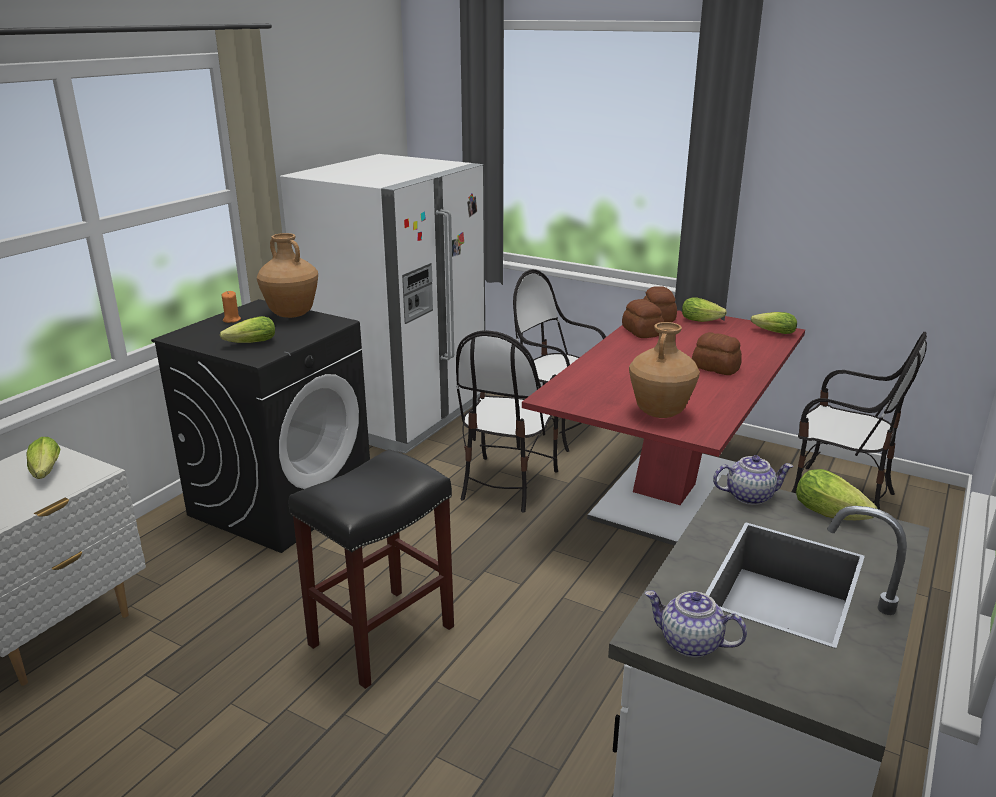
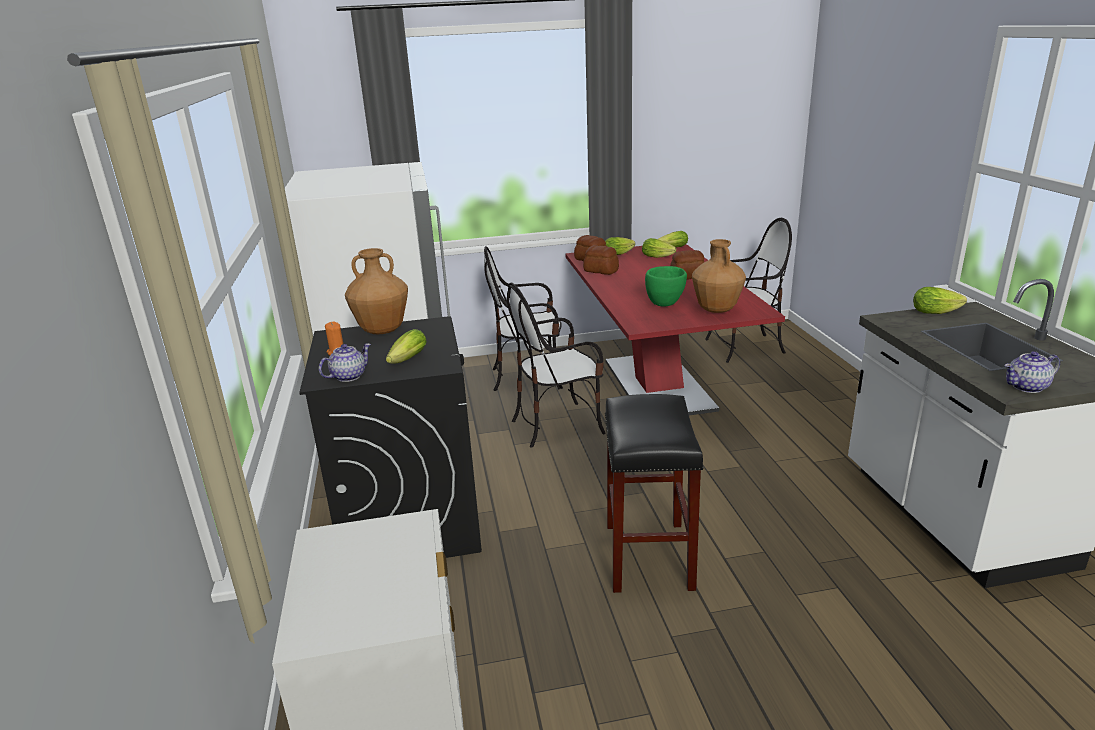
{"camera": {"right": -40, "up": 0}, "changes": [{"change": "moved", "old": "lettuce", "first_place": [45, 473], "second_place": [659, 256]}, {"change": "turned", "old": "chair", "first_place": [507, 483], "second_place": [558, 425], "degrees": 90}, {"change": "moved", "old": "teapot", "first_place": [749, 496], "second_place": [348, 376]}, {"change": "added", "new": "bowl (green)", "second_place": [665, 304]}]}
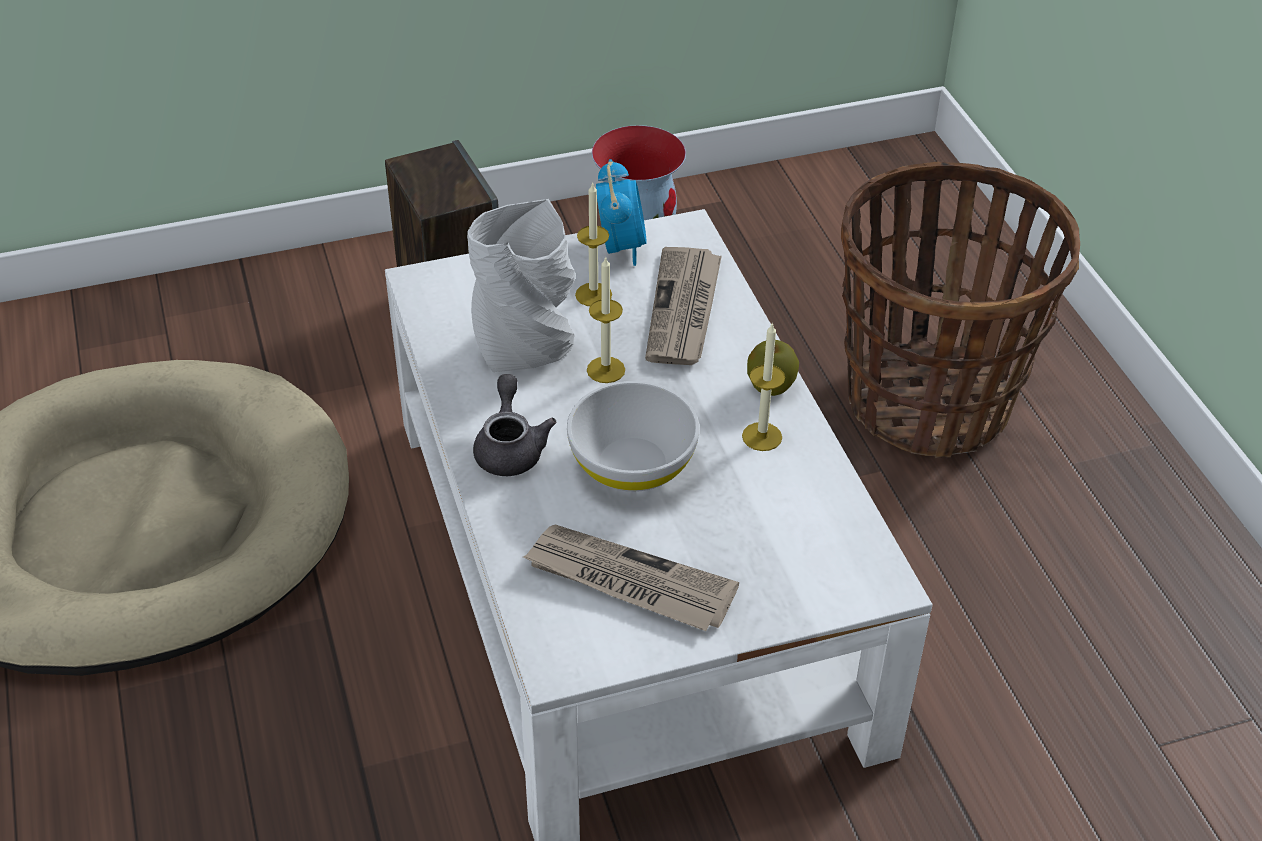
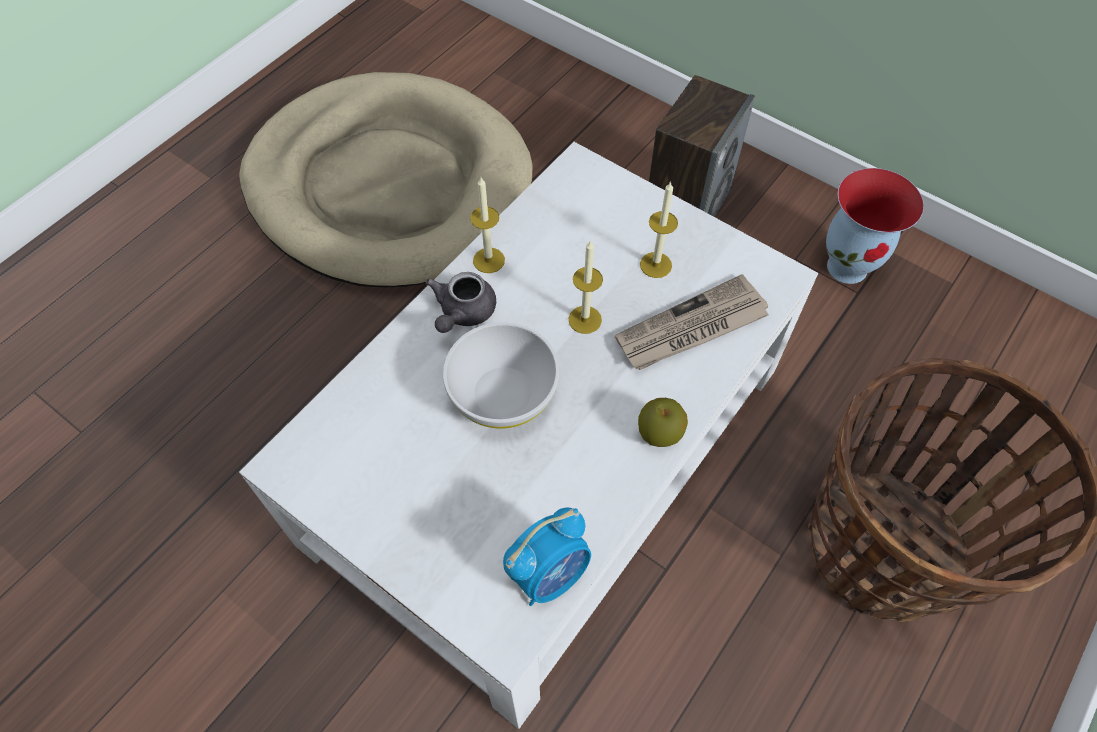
{"camera": {"right": 55, "up": 15}, "changes": [{"change": "removed", "old": "vase (grey)", "first_place": [527, 347]}, {"change": "turned", "old": "teapot (grey)", "first_place": [510, 447], "second_place": [463, 313], "degrees": 150}, {"change": "removed", "old": "newspaper", "first_place": [628, 582]}, {"change": "moved", "old": "alarm clock", "first_place": [621, 246], "second_place": [549, 573]}, {"change": "moved", "old": "candle", "first_place": [762, 436], "second_place": [488, 260]}]}
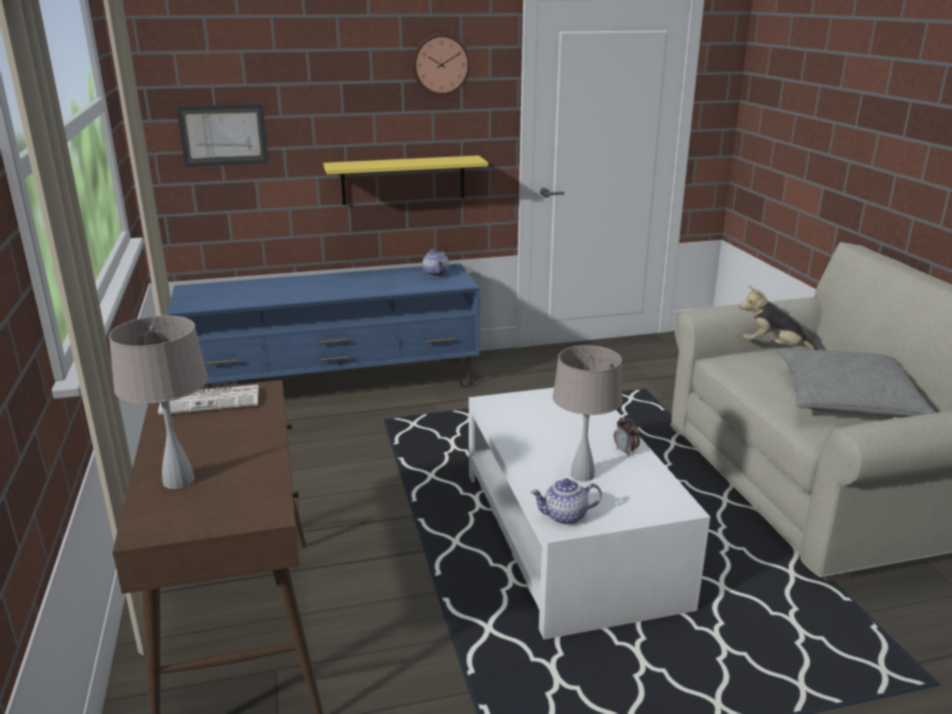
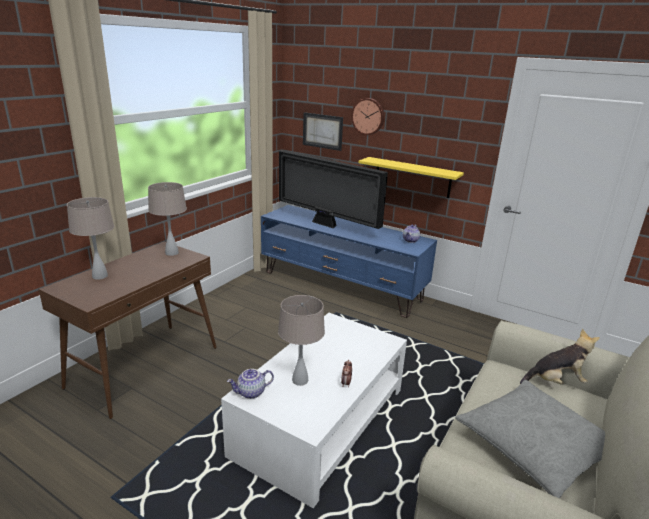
{"camera": {"right": 45, "up": 0}, "changes": [{"change": "replaced", "old": "newspaper", "new": "table lamp (beige)", "first_place": [212, 400], "second_place": [172, 253]}, {"change": "moved", "old": "wall clock", "first_place": [440, 64], "second_place": [368, 116]}, {"change": "turned", "old": "teapot", "first_place": [565, 517], "second_place": [251, 393], "degrees": -60}, {"change": "turned", "old": "plush toy", "first_place": [774, 348], "second_place": [555, 381], "degrees": 105}, {"change": "added", "new": "television", "second_place": [326, 224]}]}
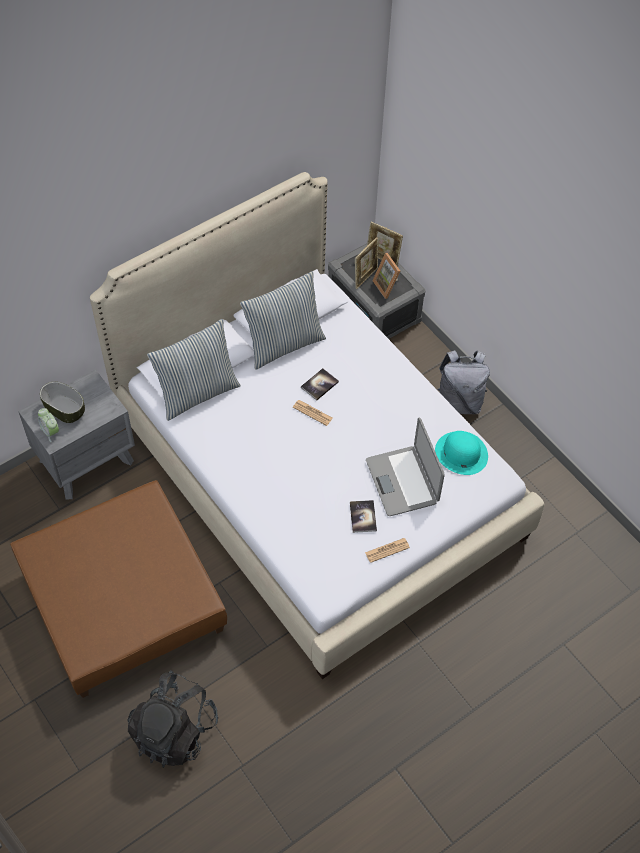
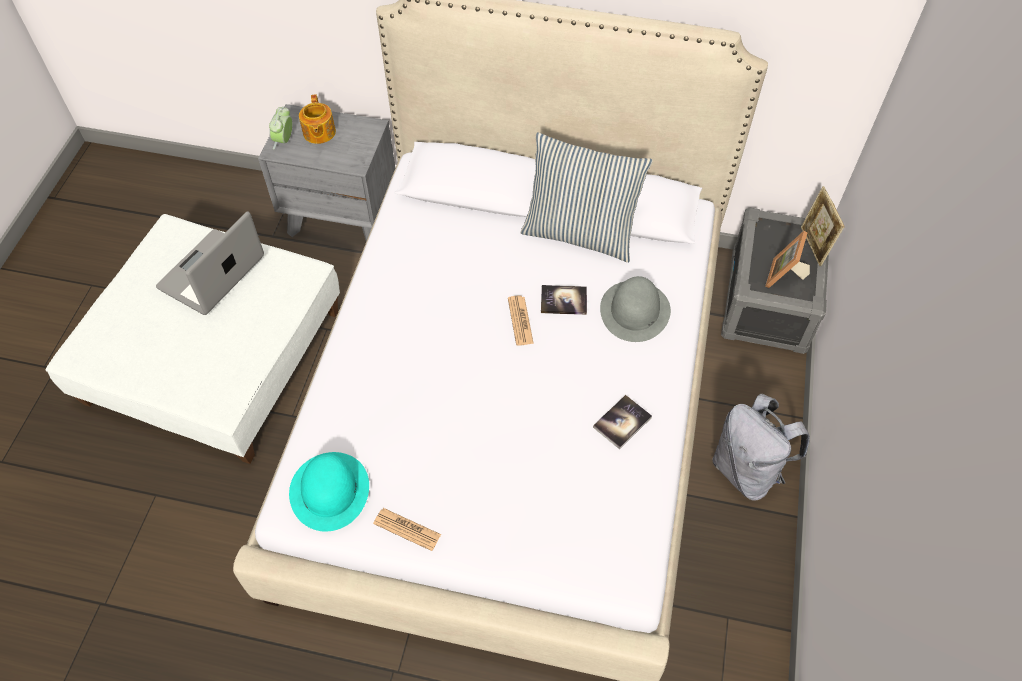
{"camera": {"right": 50, "up": 0}, "changes": [{"change": "recoloured", "old": "ottoman (brown)", "new": "ottoman (white)", "first_place": [122, 601], "second_place": [214, 355]}, {"change": "replaced", "old": "bowl", "new": "teapot", "first_place": [65, 410], "second_place": [318, 133]}, {"change": "removed", "old": "backpack (black)", "first_place": [174, 731]}, {"change": "removed", "old": "pillow", "first_place": [197, 393]}, {"change": "moved", "old": "book", "first_place": [363, 517], "second_place": [622, 422]}, {"change": "removed", "old": "picture frame", "first_place": [365, 277]}, {"change": "moved", "old": "laptop", "first_place": [402, 481], "second_place": [212, 273]}, {"change": "moved", "old": "hat (turquoise)", "first_place": [461, 453], "second_place": [329, 490]}, {"change": "added", "new": "hat (grey)", "second_place": [635, 311]}]}
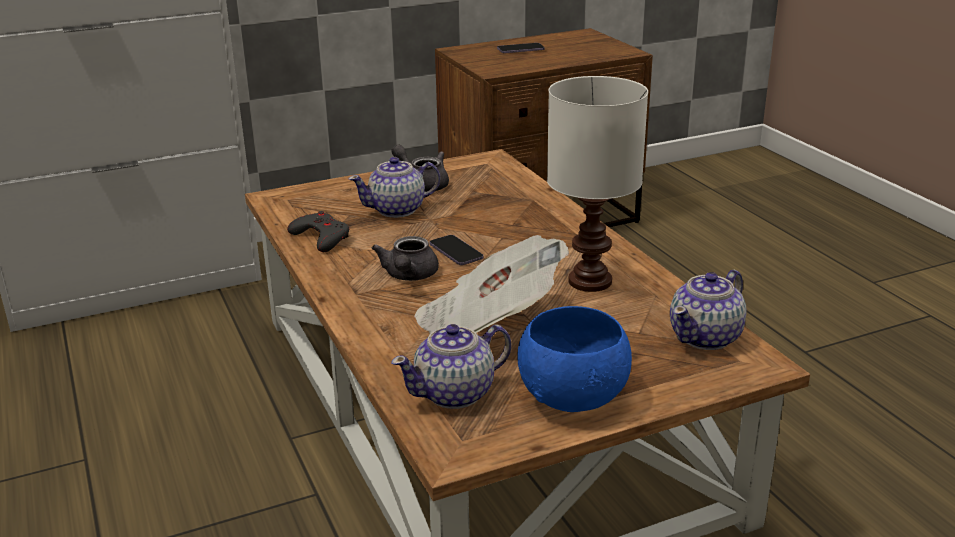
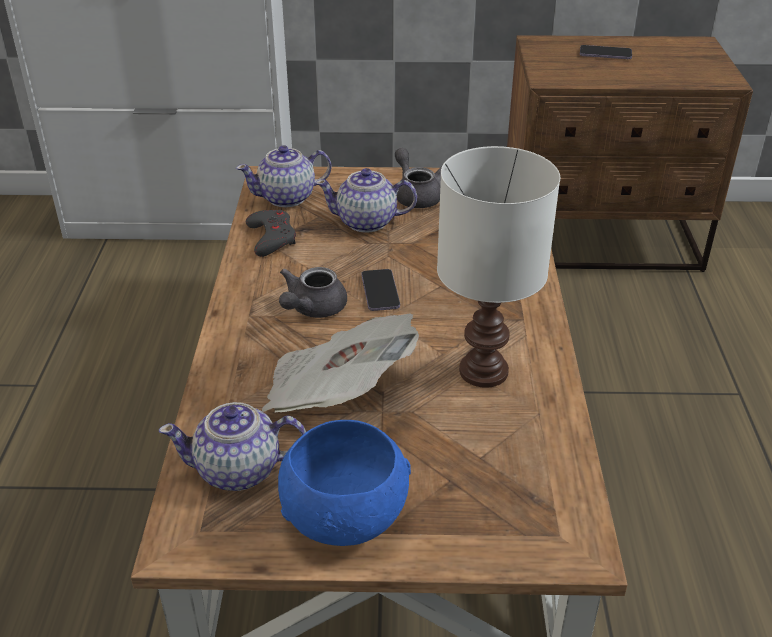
{"camera": {"right": 25, "up": 10}, "changes": [{"change": "moved", "old": "teapot", "first_place": [706, 337], "second_place": [287, 198]}]}
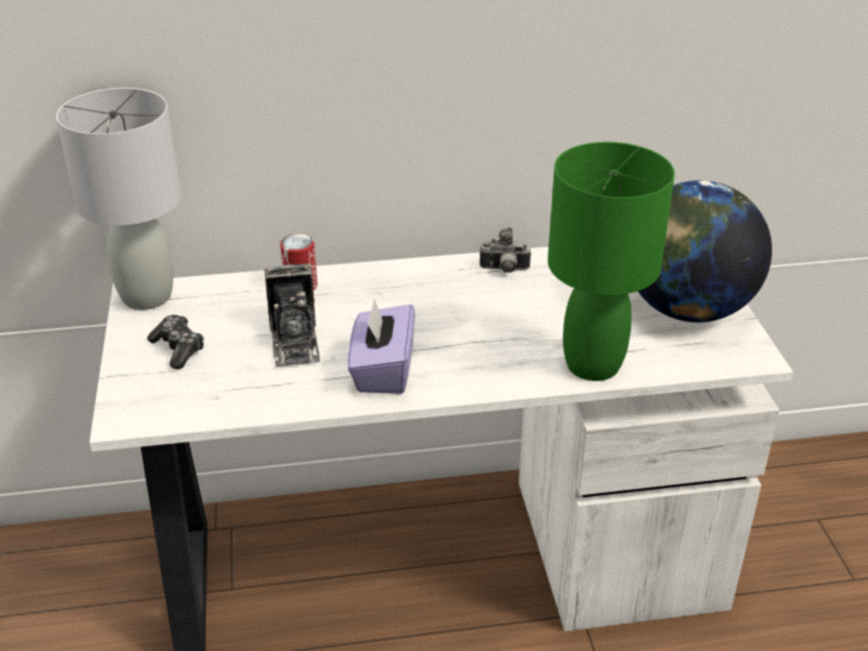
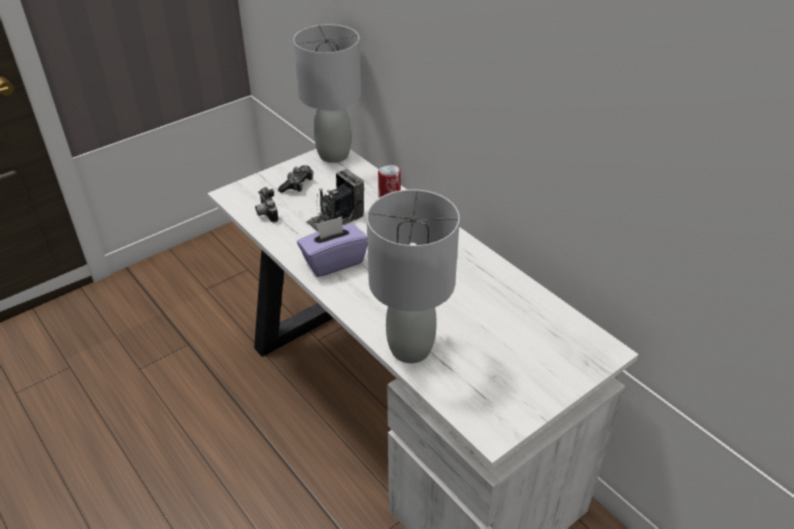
{"camera": {"right": 60, "up": 5}, "changes": [{"change": "moved", "old": "photo camera", "first_place": [504, 270], "second_place": [266, 214]}, {"change": "recoloured", "old": "table lamp (green)", "new": "table lamp (grey)", "first_place": [592, 364], "second_place": [411, 348]}, {"change": "removed", "old": "globe", "first_place": [686, 309]}]}
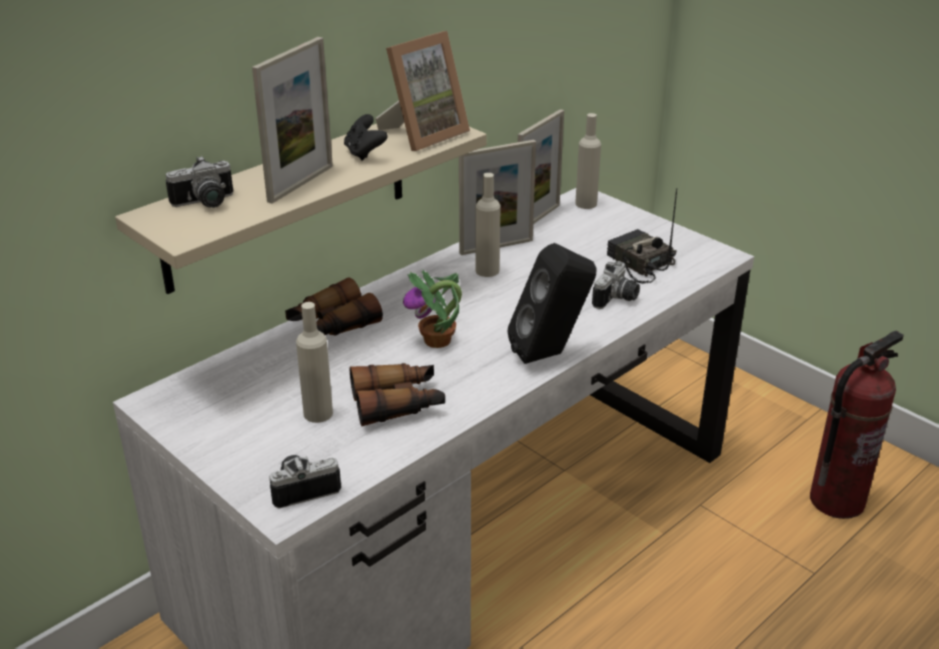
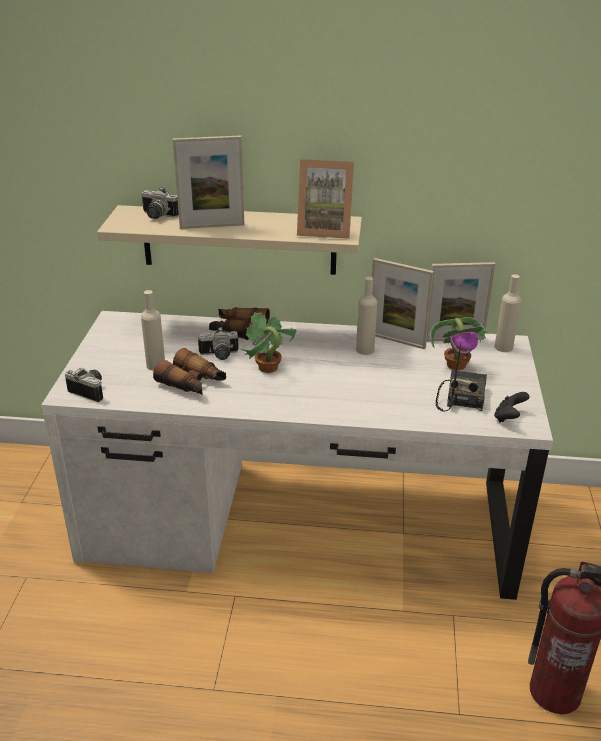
{"camera": {"right": 50, "up": 0}, "changes": [{"change": "moved", "old": "game controller (black)", "first_place": [364, 153], "second_place": [508, 417]}, {"change": "removed", "old": "speaker (black)", "first_place": [551, 354]}, {"change": "moved", "old": "photo camera", "first_place": [617, 299], "second_place": [219, 355]}, {"change": "added", "new": "potted plant", "second_place": [456, 365]}]}
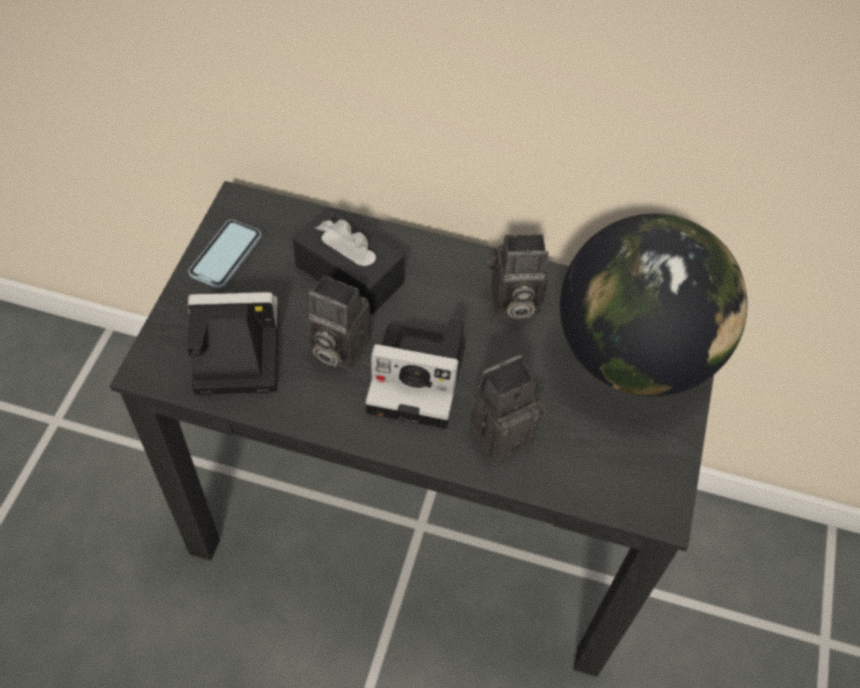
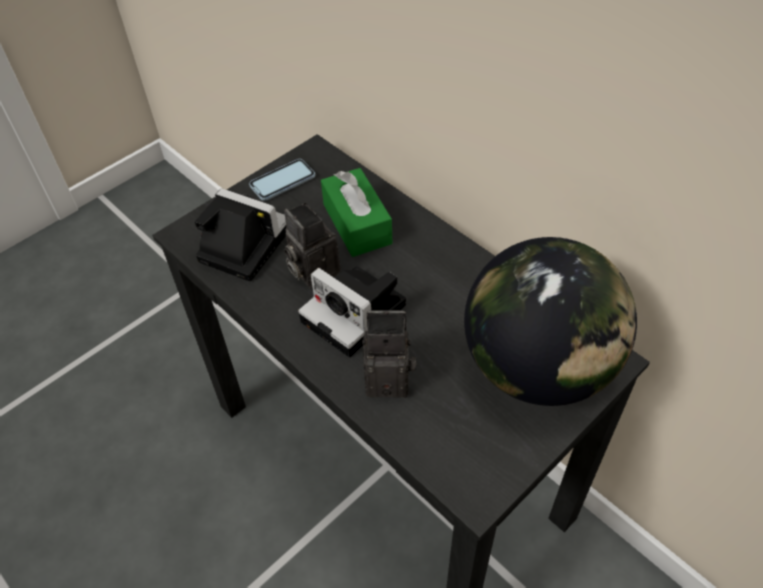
{"camera": {"right": 35, "up": -5}, "changes": [{"change": "recoloured", "old": "tissue box (black)", "new": "tissue box (green)", "first_place": [349, 274], "second_place": [357, 224]}, {"change": "removed", "old": "photo camera", "first_place": [512, 303]}]}
